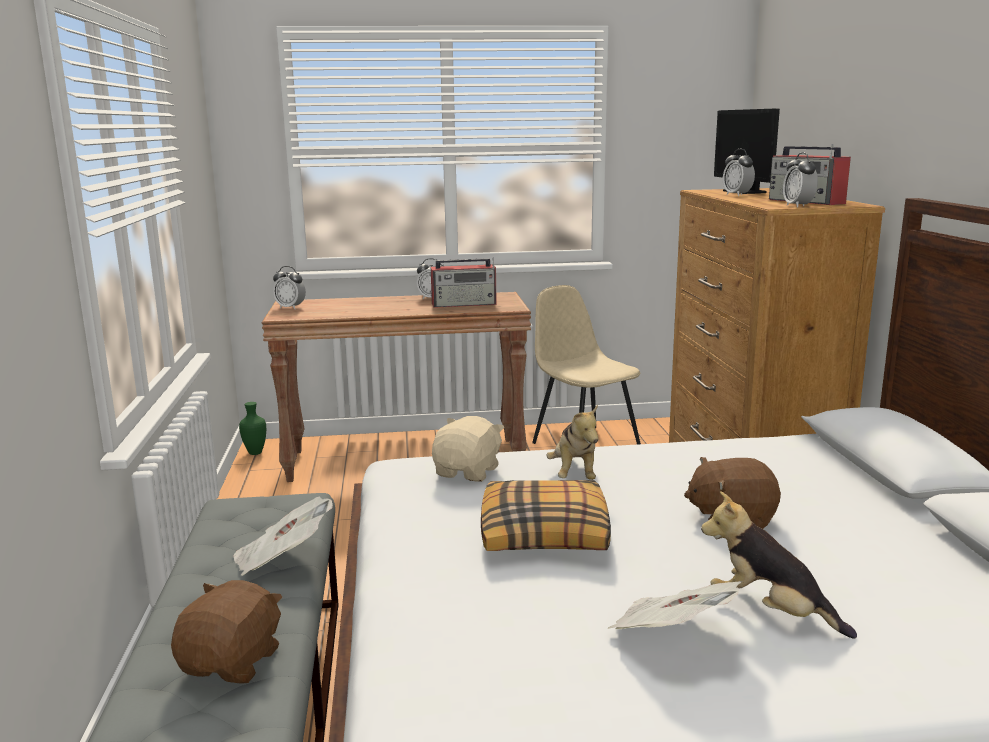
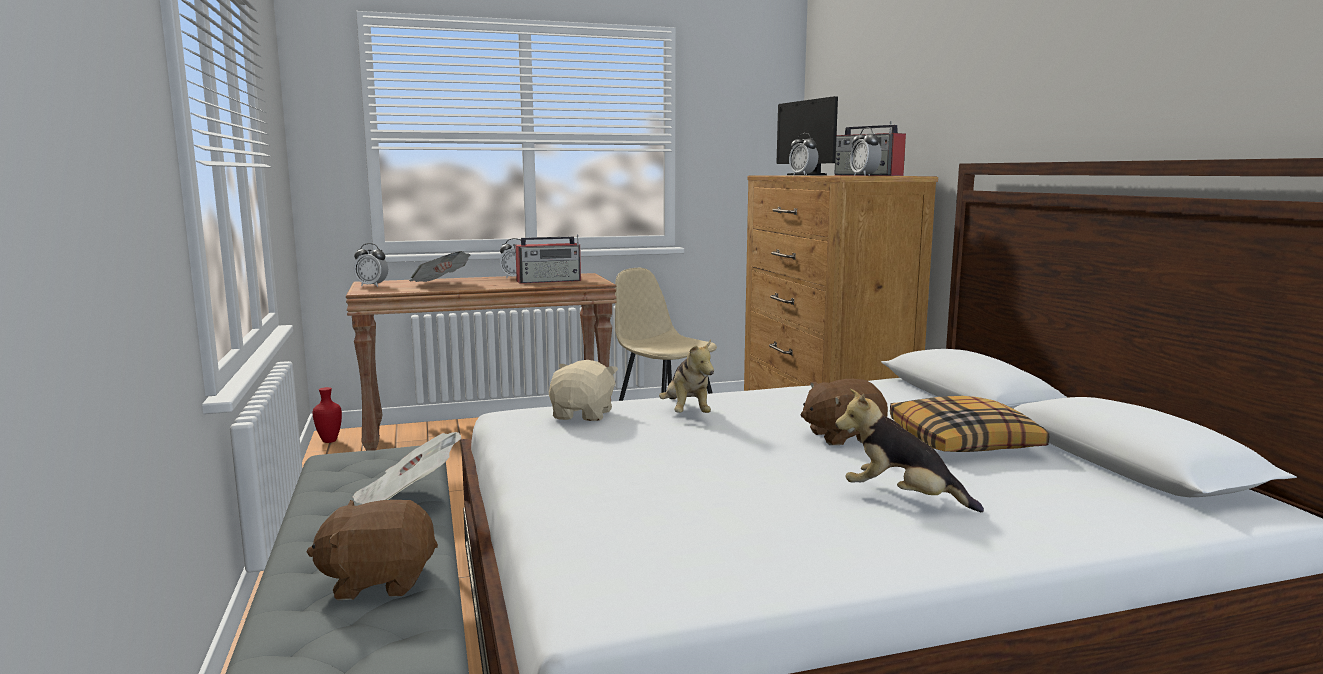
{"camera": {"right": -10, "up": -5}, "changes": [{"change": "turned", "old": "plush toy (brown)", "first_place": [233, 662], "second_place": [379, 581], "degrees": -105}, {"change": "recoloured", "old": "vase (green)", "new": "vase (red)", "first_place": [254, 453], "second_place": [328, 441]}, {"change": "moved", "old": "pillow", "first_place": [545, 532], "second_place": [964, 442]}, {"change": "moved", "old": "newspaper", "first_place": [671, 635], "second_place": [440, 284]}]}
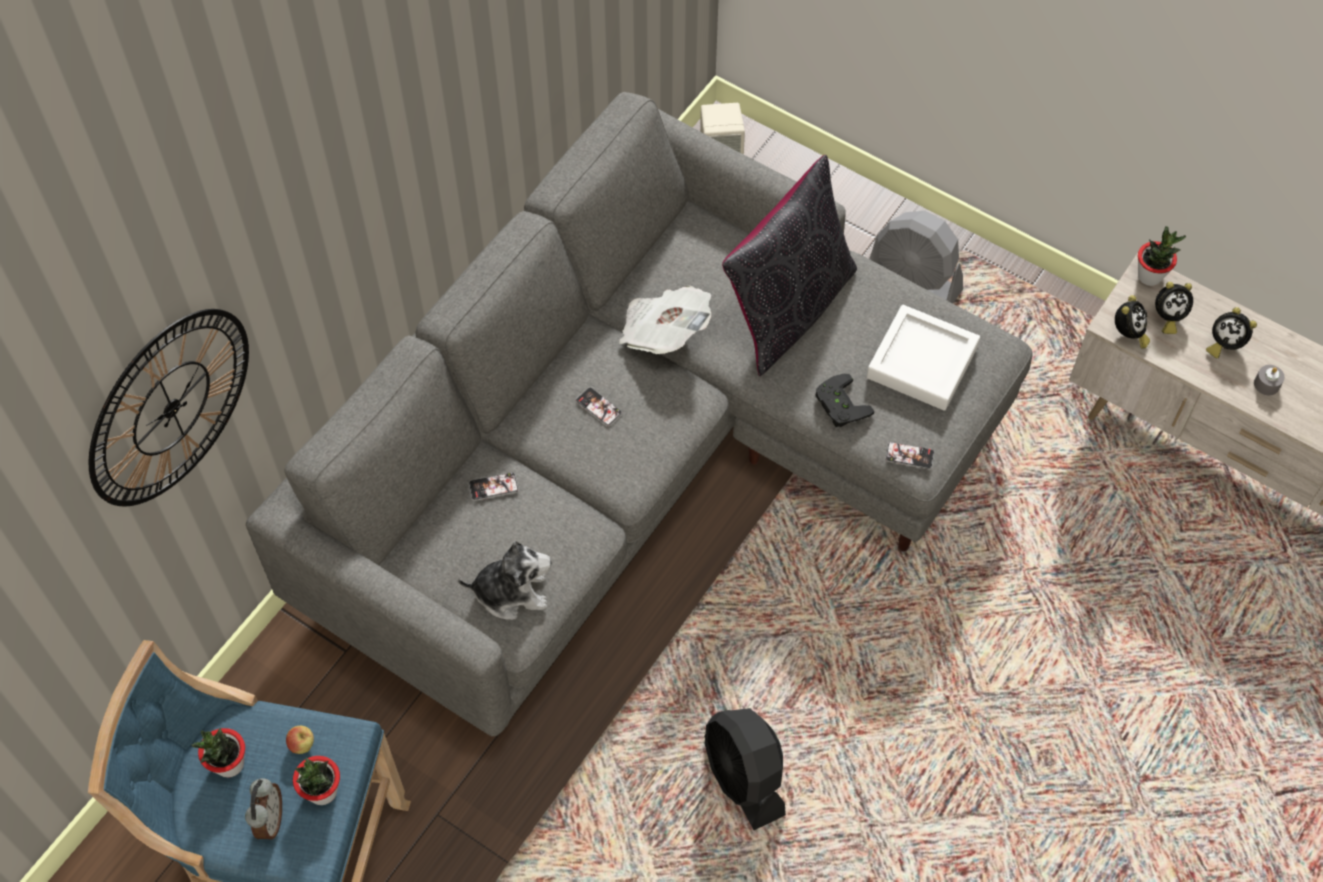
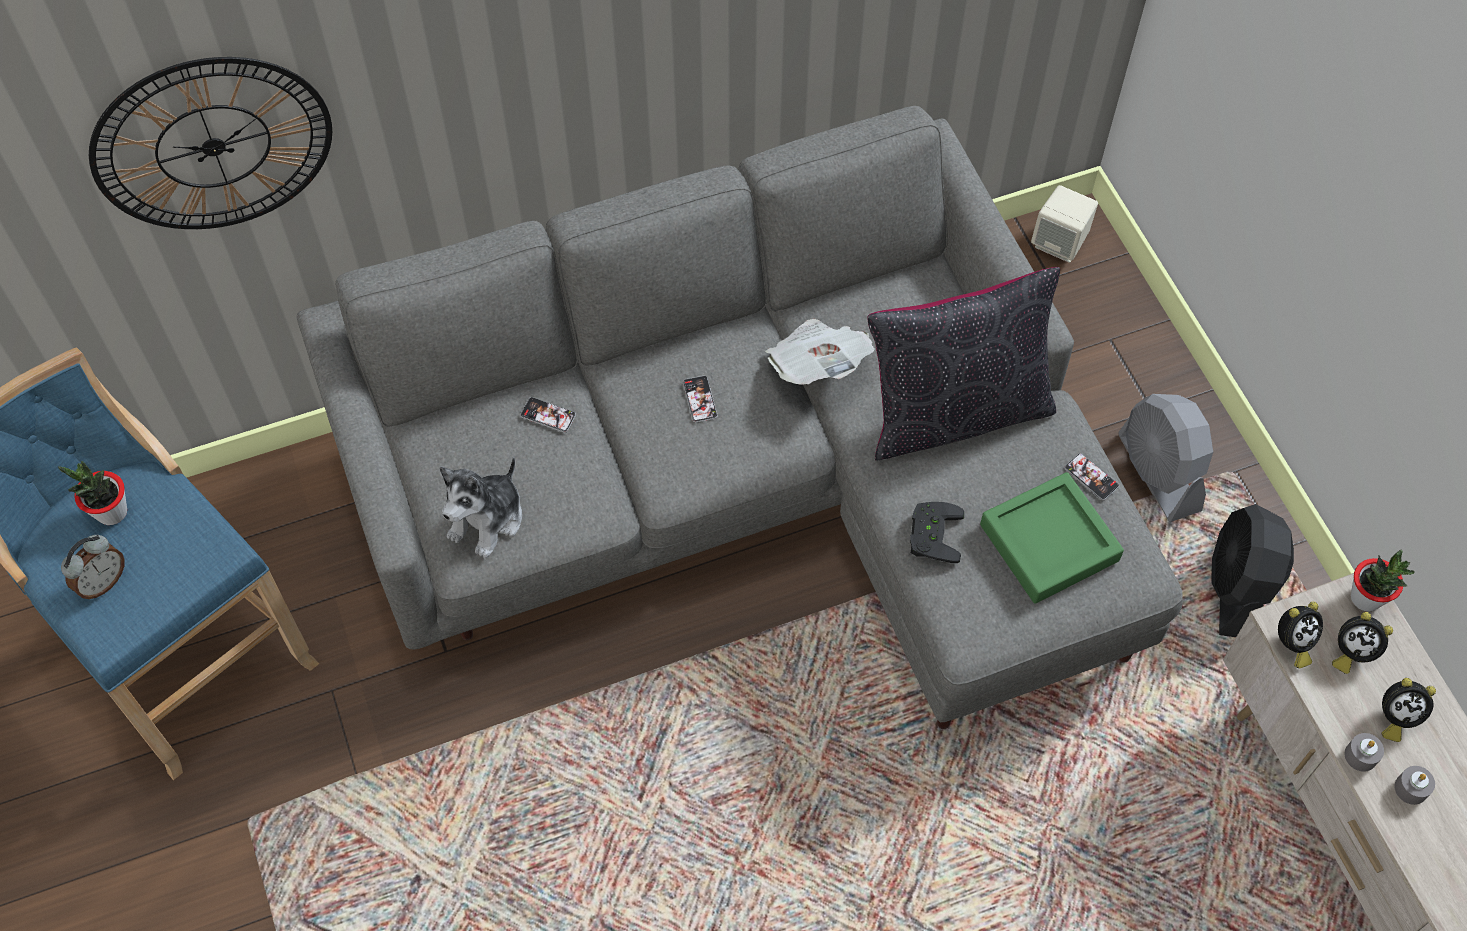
{"camera": {"right": 35, "up": 0}, "changes": [{"change": "removed", "old": "apple", "first_place": [302, 745]}, {"change": "removed", "old": "potted plant", "first_place": [322, 791]}, {"change": "turned", "old": "plush toy", "first_place": [511, 592], "second_place": [488, 520], "degrees": 90}, {"change": "moved", "old": "fan (black)", "first_place": [744, 776], "second_place": [1238, 587]}, {"change": "recoloured", "old": "tray (white)", "new": "tray (green)", "first_place": [922, 362], "second_place": [1049, 542]}, {"change": "moved", "old": "phone", "first_place": [909, 456], "second_place": [1091, 477]}, {"change": "turned", "old": "alarm clock", "first_place": [1224, 344], "second_place": [1395, 717], "degrees": -60}, {"change": "added", "new": "candle (grey)", "second_place": [1360, 756]}]}
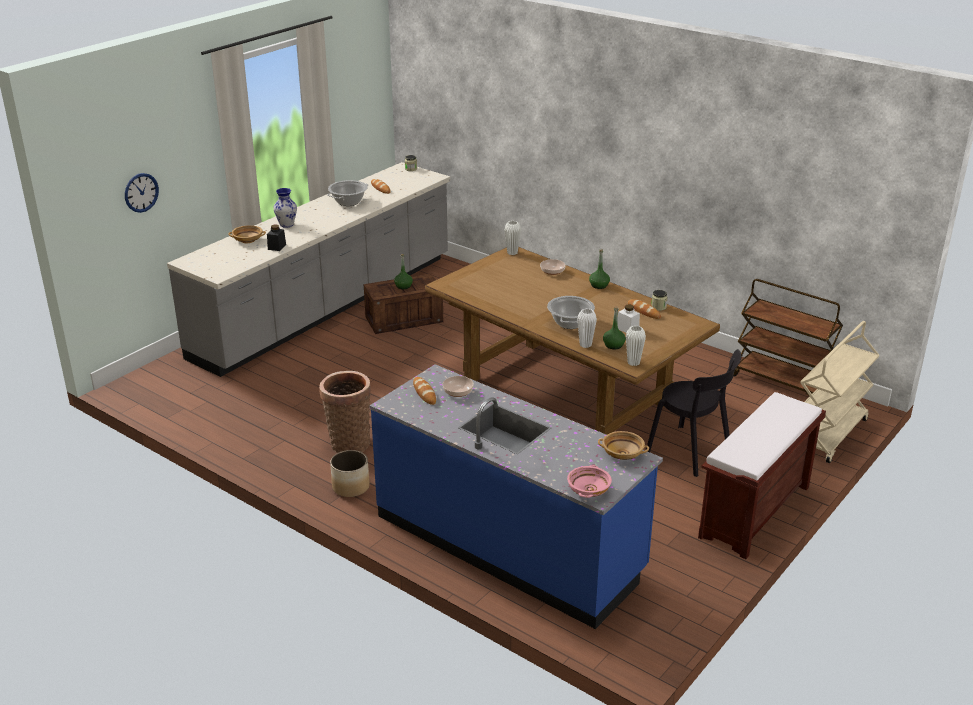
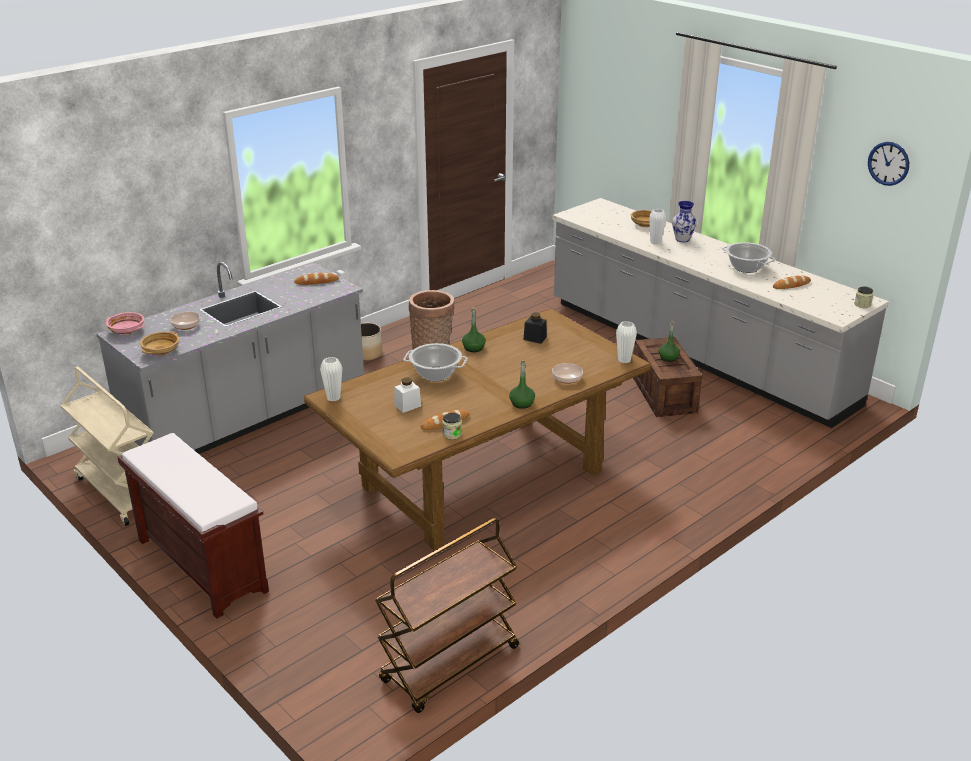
{"camera": {"right": 100, "up": 0}, "changes": [{"change": "moved", "old": "wall clock", "first_place": [141, 192], "second_place": [888, 163]}, {"change": "moved", "old": "jar (black)", "first_place": [277, 247], "second_place": [535, 338]}, {"change": "recoloured", "old": "counter (blue)", "new": "counter (grey)", "first_place": [509, 543], "second_place": [248, 417]}, {"change": "moved", "old": "bowl", "first_place": [458, 392], "second_place": [185, 326]}, {"change": "moved", "old": "vase (white)", "first_place": [585, 345], "second_place": [655, 242]}, {"change": "moved", "old": "bottle (green)", "first_place": [613, 345], "second_place": [473, 348]}, {"change": "removed", "old": "chair (black)", "first_place": [691, 452]}, {"change": "moved", "old": "cart (beige)", "first_place": [829, 435], "second_place": [120, 492]}]}
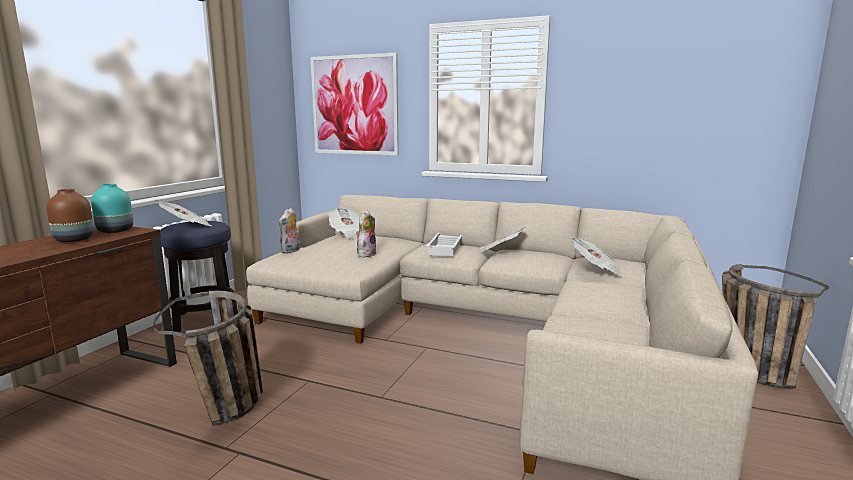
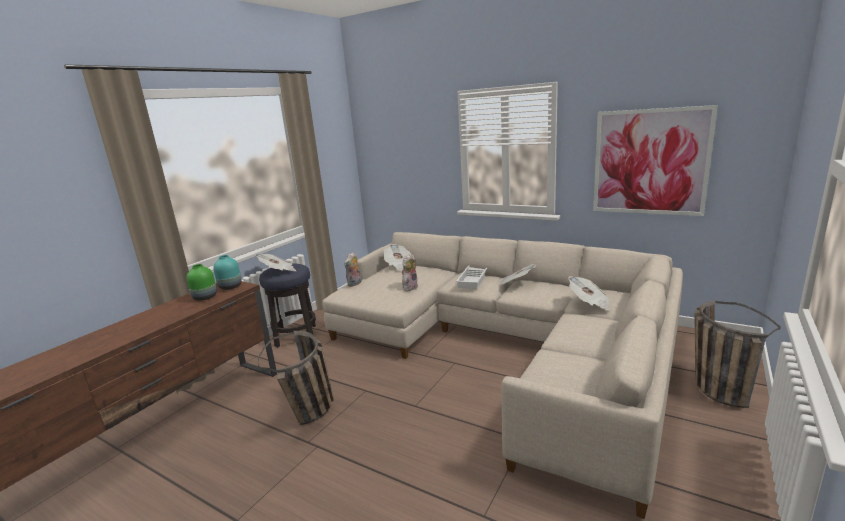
{"camera": {"right": 10, "up": 5}, "changes": [{"change": "recoloured", "old": "vase (brown)", "new": "vase (green)", "first_place": [73, 240], "second_place": [204, 297]}, {"change": "moved", "old": "picture", "first_place": [354, 105], "second_place": [649, 162]}]}
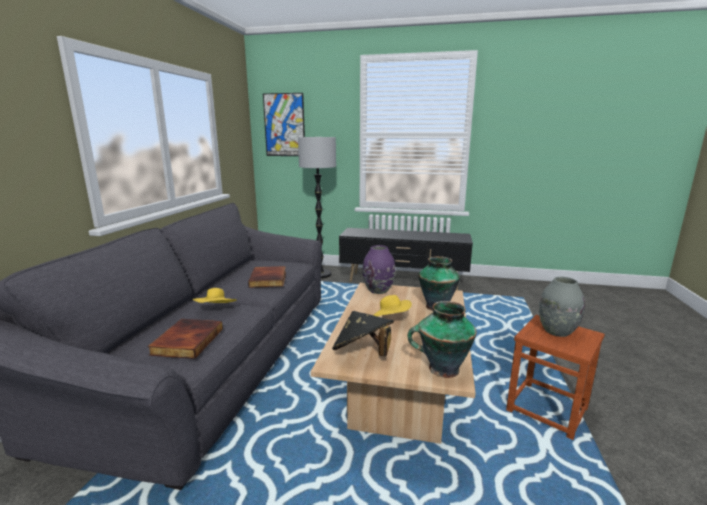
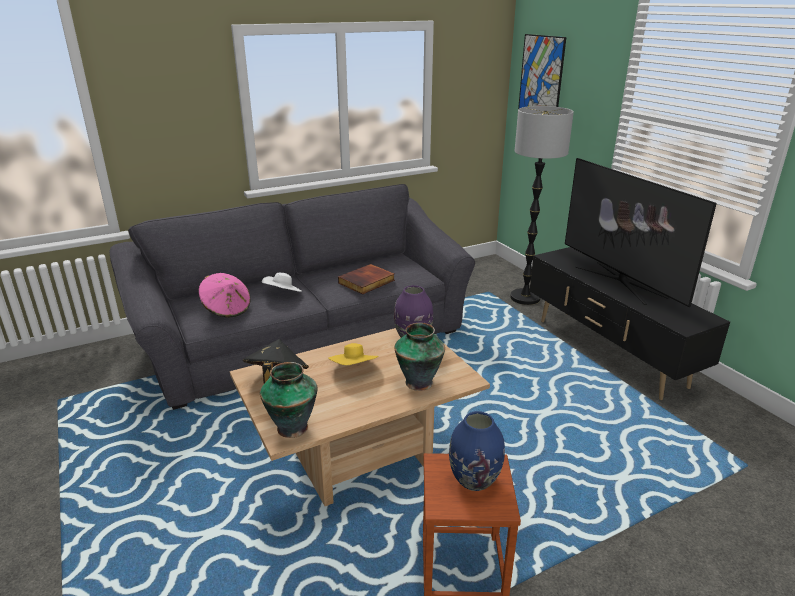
{"camera": {"right": 50, "up": 10}, "changes": [{"change": "replaced", "old": "book", "new": "hat (pink)", "first_place": [187, 341], "second_place": [227, 309]}, {"change": "recoloured", "old": "hat (yellow)", "new": "hat (white)", "first_place": [216, 310], "second_place": [283, 294]}, {"change": "recoloured", "old": "vase (grey)", "new": "vase (blue)", "first_place": [556, 331], "second_place": [474, 479]}, {"change": "added", "new": "television", "second_place": [619, 281]}]}
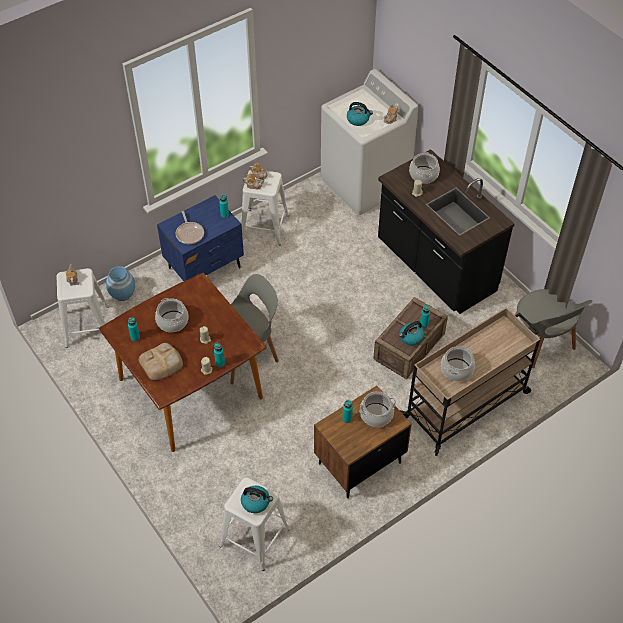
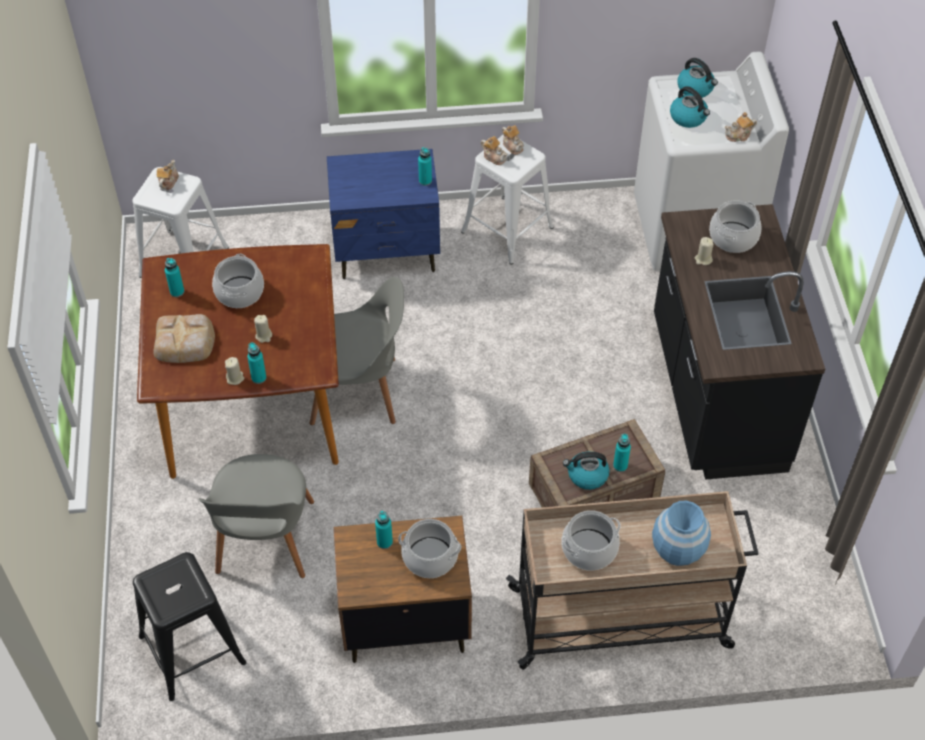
{"camera": {"right": 30, "up": 0}, "changes": [{"change": "moved", "old": "vase (blue)", "first_place": [122, 293], "second_place": [678, 550]}, {"change": "removed", "old": "frying pan", "first_place": [189, 233]}, {"change": "recoloured", "old": "stool (white)", "new": "stool (black)", "first_place": [255, 537], "second_place": [192, 649]}, {"change": "moved", "old": "kettle", "first_place": [256, 502], "second_place": [696, 88]}, {"change": "moved", "old": "chair (grey)", "first_place": [540, 342], "second_place": [264, 541]}]}
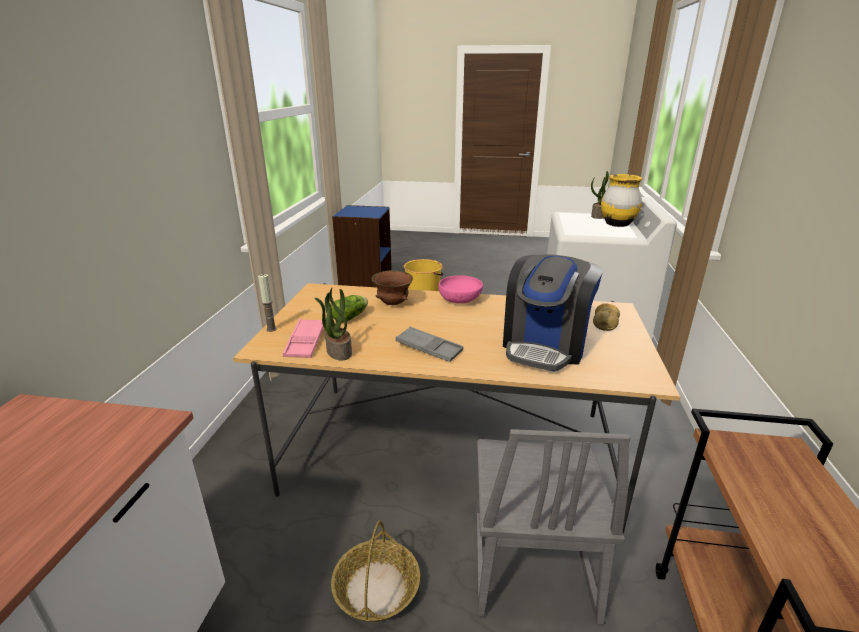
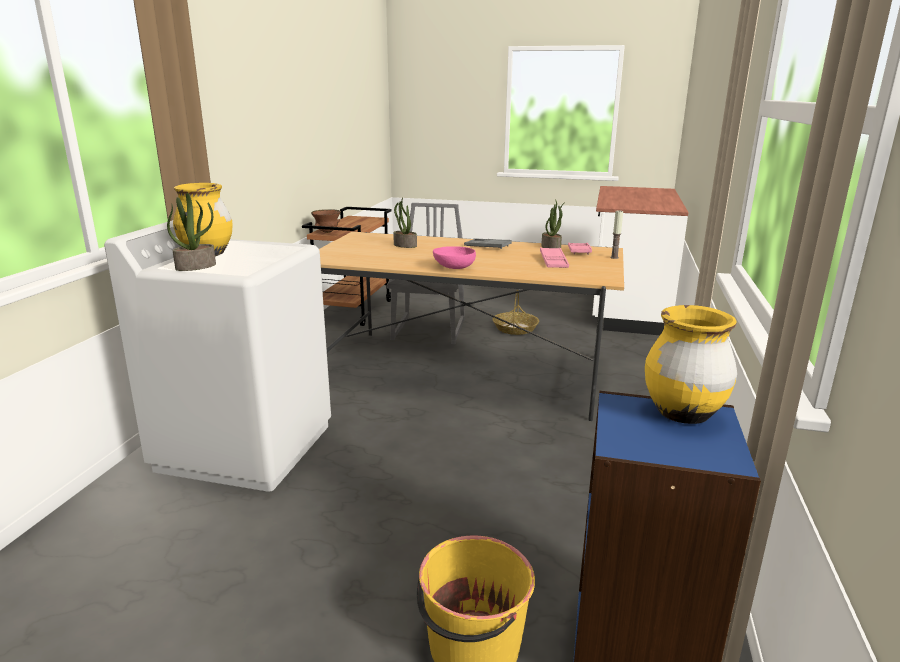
{"camera": {"right": -175, "up": -5}, "changes": [{"change": "replaced", "old": "lettuce", "new": "tray (pink)", "first_place": [351, 317], "second_place": [553, 261]}, {"change": "moved", "old": "bowl (brown)", "first_place": [393, 304], "second_place": [327, 232]}, {"change": "replaced", "old": "coffee machine", "new": "potted plant", "first_place": [545, 346], "second_place": [404, 245]}, {"change": "removed", "old": "bread", "first_place": [605, 322]}, {"change": "added", "new": "vase (yellow)", "second_place": [682, 414]}]}
